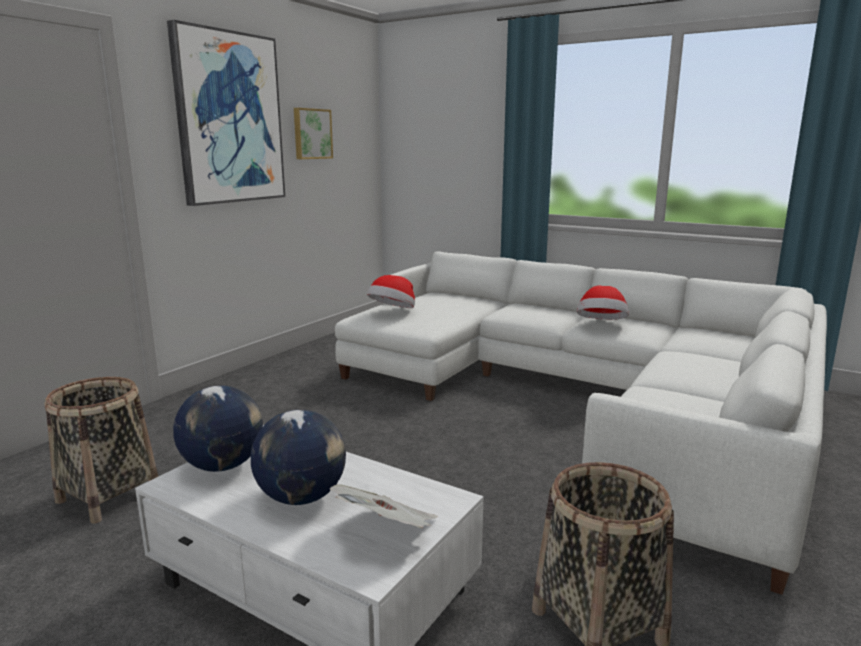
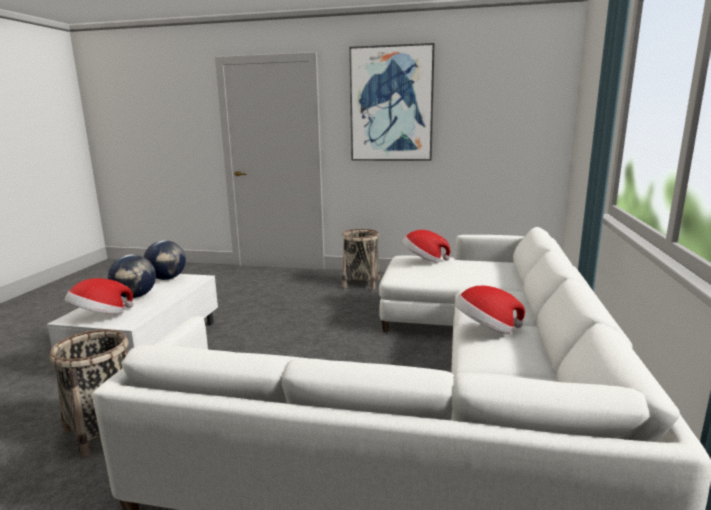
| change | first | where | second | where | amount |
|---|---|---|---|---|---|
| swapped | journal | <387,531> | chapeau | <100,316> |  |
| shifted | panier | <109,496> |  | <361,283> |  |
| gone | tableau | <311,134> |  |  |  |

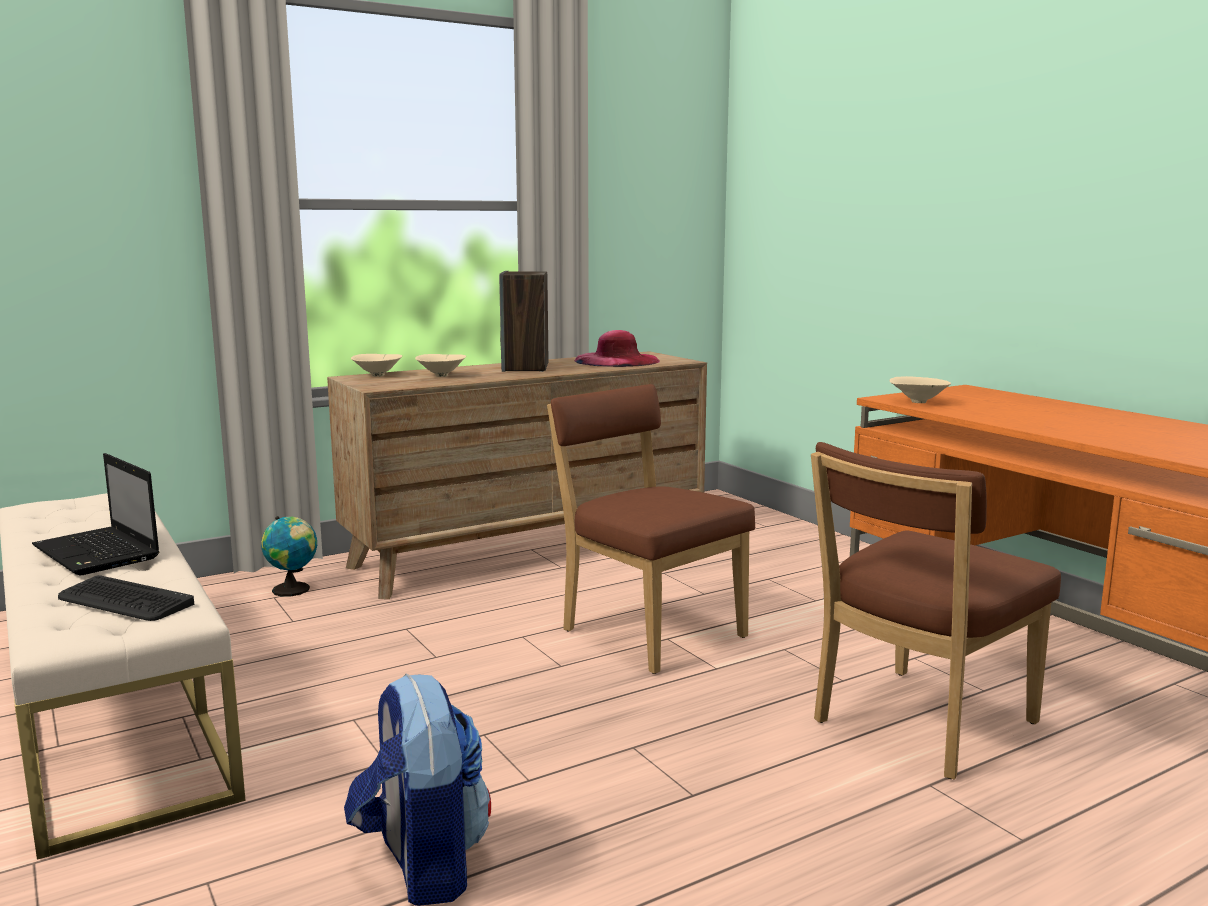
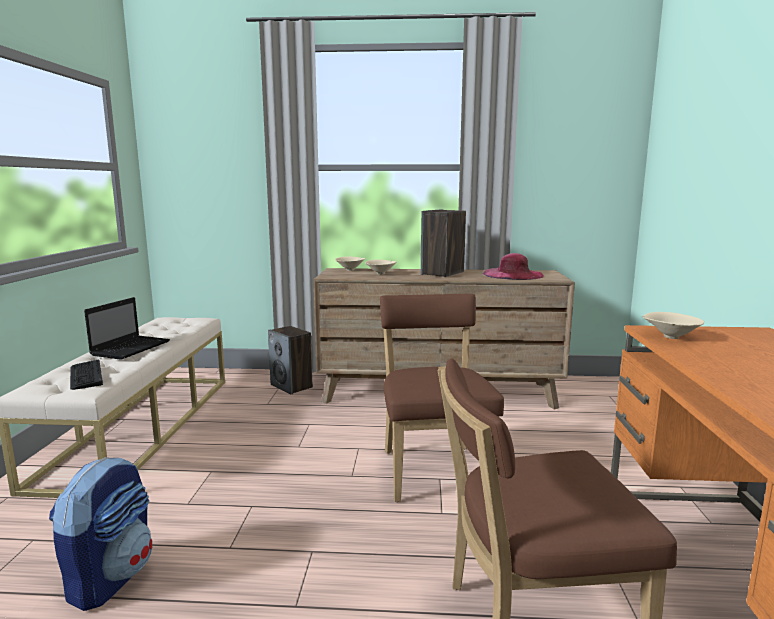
| change | first | where | second | where | amount |
|---|---|---|---|---|---|
| rotated | ordinateur portable | <99,553> |  | <131,348> | 150 degrees counterclockwise |
| swapped | globe | <293,590> | enceinte | <292,386> |  |

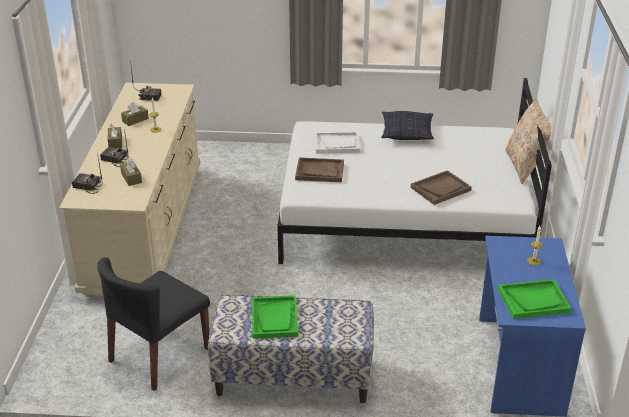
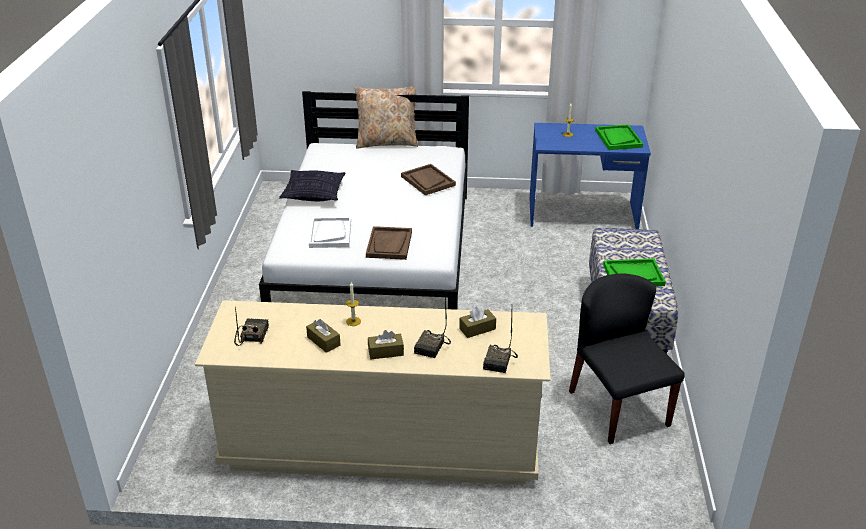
| change | first | where | second | where | amount |
|---|---|---|---|---|---|
| rotated | chaise [noir] | <159,355> |  | <618,407> | 150 degrees counterclockwise |

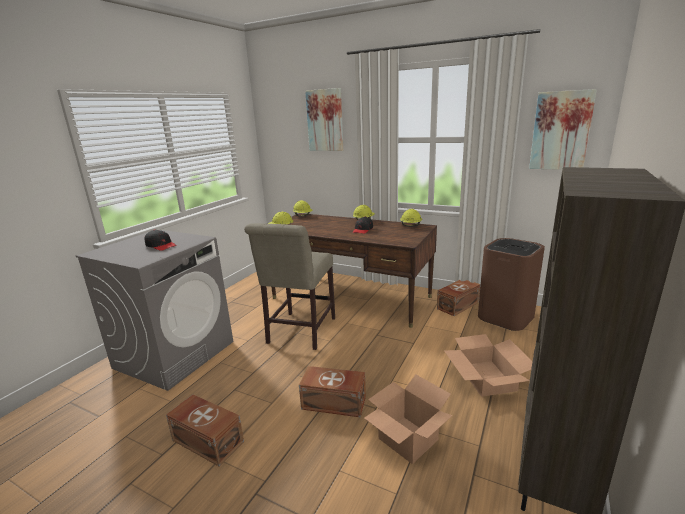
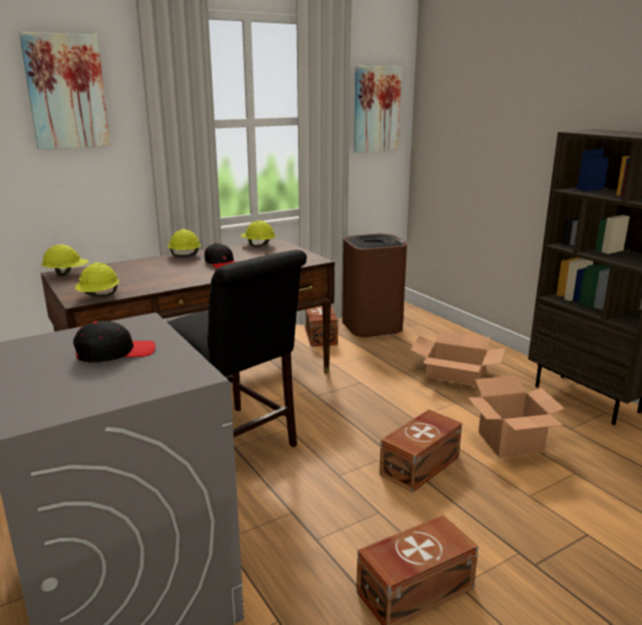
| change | first | where | second | where | amount |
|---|---|---|---|---|---|
| repainted | chaise [beige] | <299,332> | chaise [noir] | <236,444> |  |

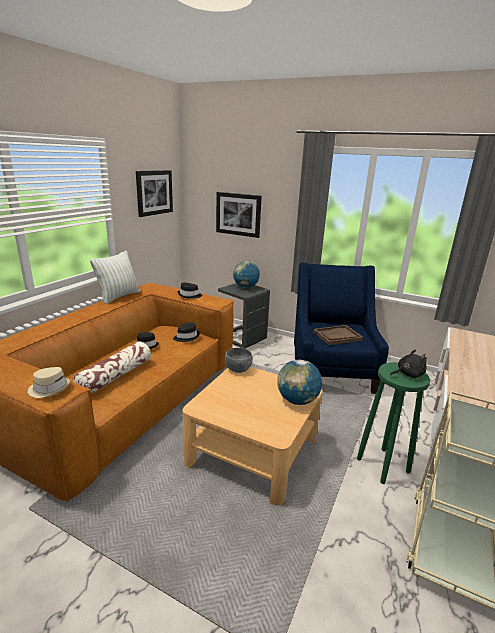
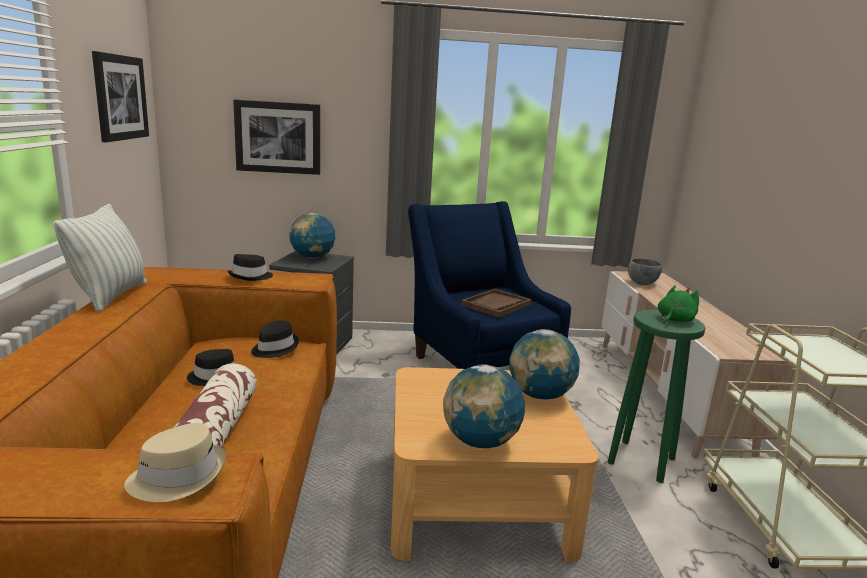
| change | first | where | second | where | amount |
|---|---|---|---|---|---|
| new |  |  | globe | <480,441> |  |
| shifted | bol [gris] | <238,369> |  | <641,283> |  |
| repainted | peluche [noir] | <408,374> | peluche [vert] | <674,320> |  |

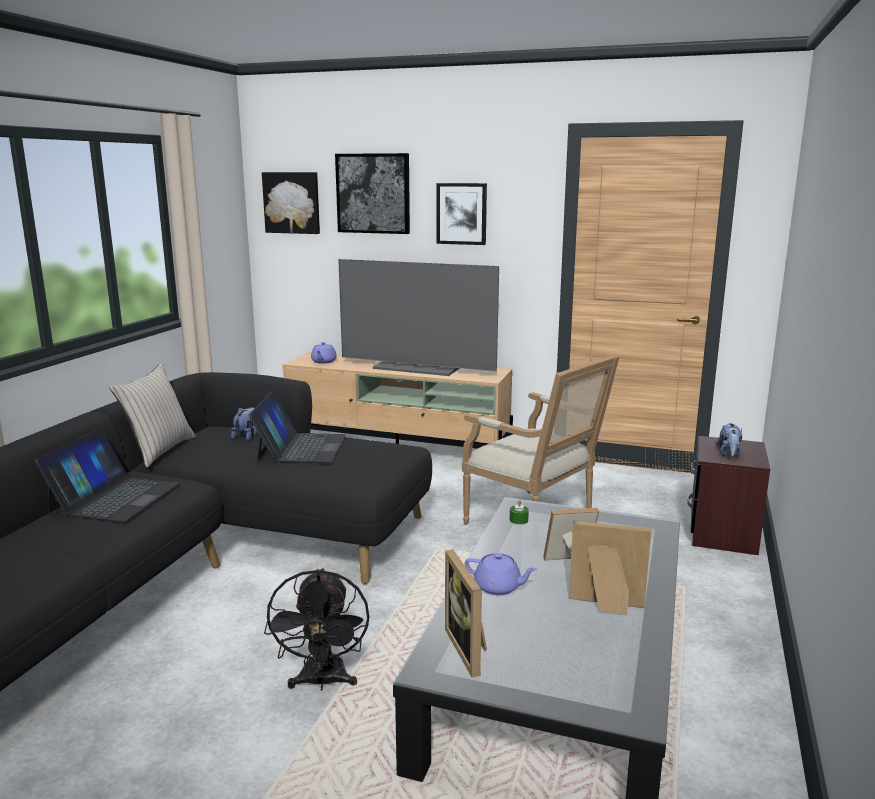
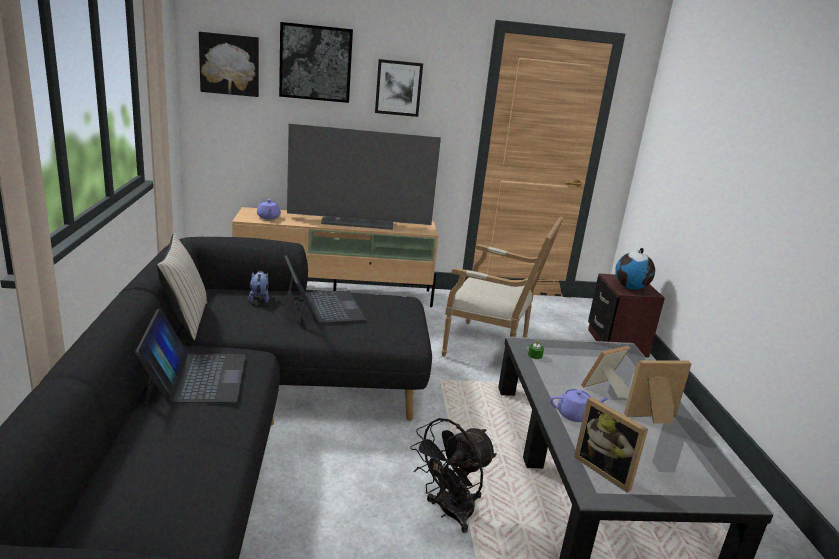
| change | first | where | second | where | amount |
|---|---|---|---|---|---|
| rotated | ventilateur [noir] | <322,682> |  | <449,513> | 75 degrees clockwise |
| swapped | peluche | <729,454> | globe | <631,288> |  |

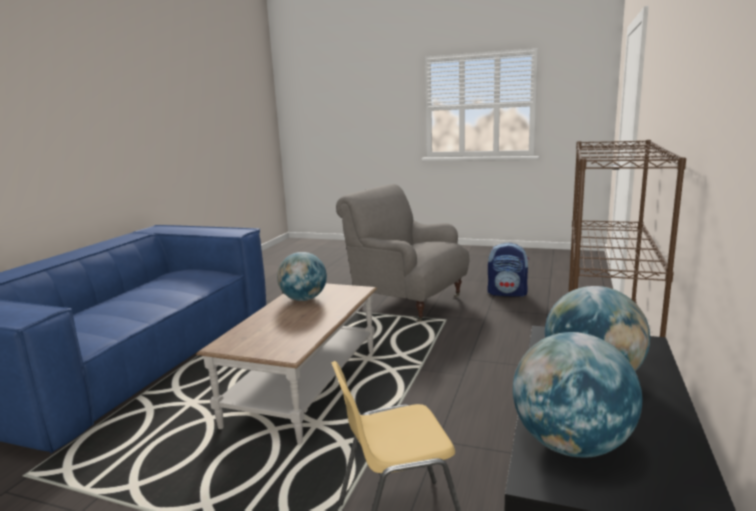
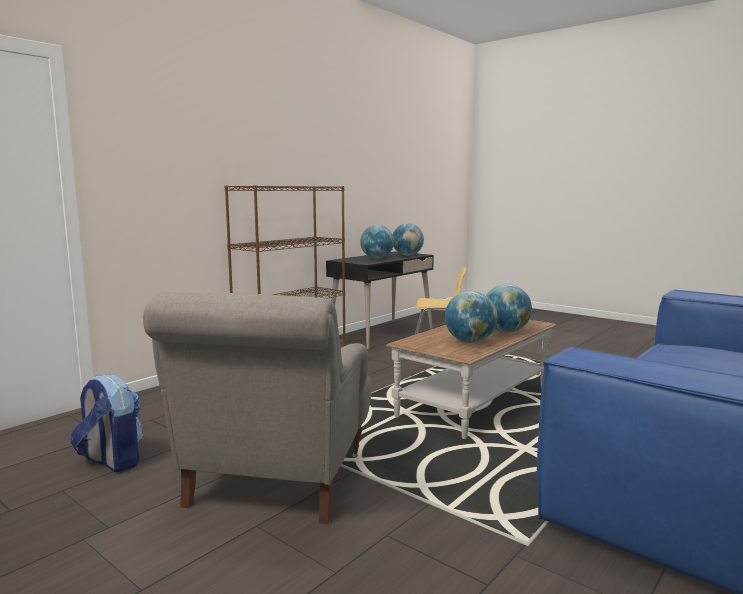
| change | first | where | second | where | amount |
|---|---|---|---|---|---|
| rotated | fauteuil [gris] | <407,302> |  | <276,481> | 45 degrees clockwise |
| new |  |  | globe | <505,331> |  |

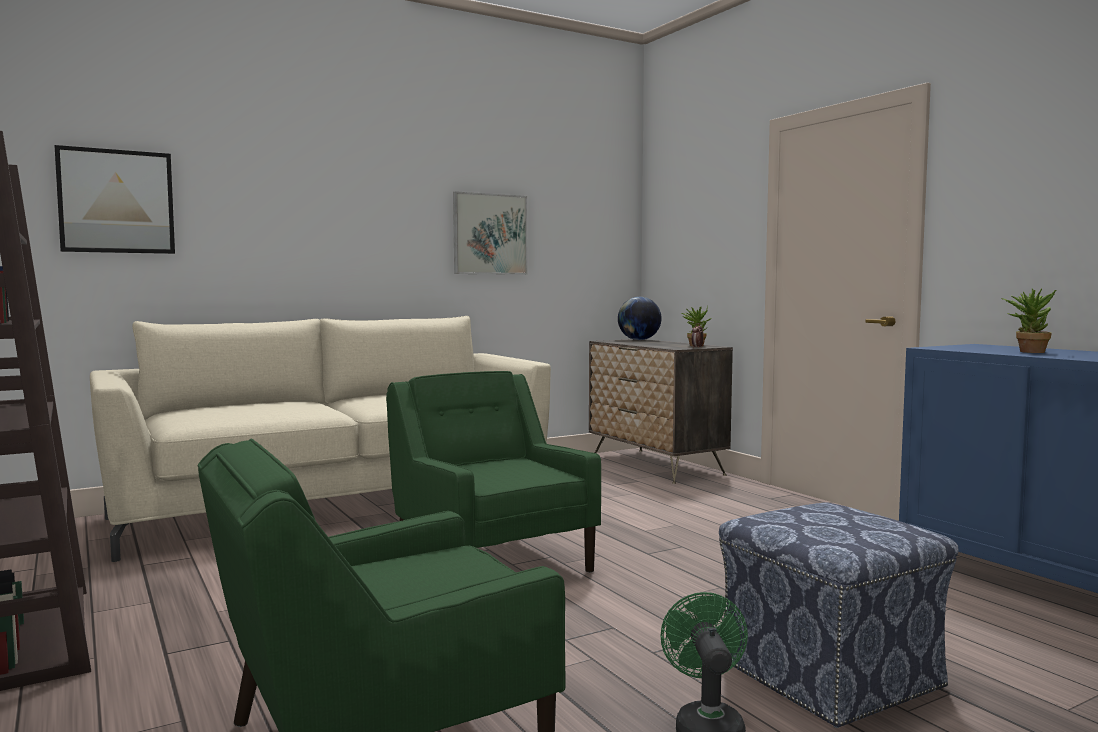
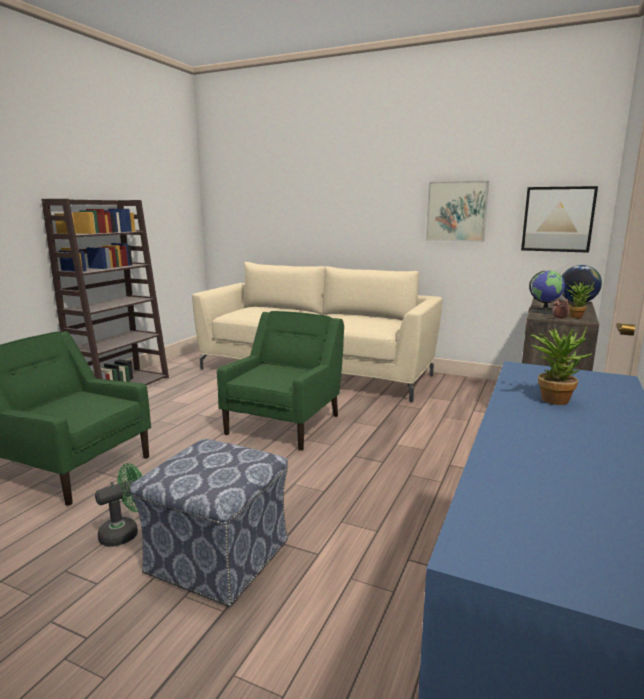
| change | first | where | second | where | amount |
|---|---|---|---|---|---|
| shifted | tableau | <116,201> |  | <558,219> |  |
| new |  |  | globe | <545,311> |  |

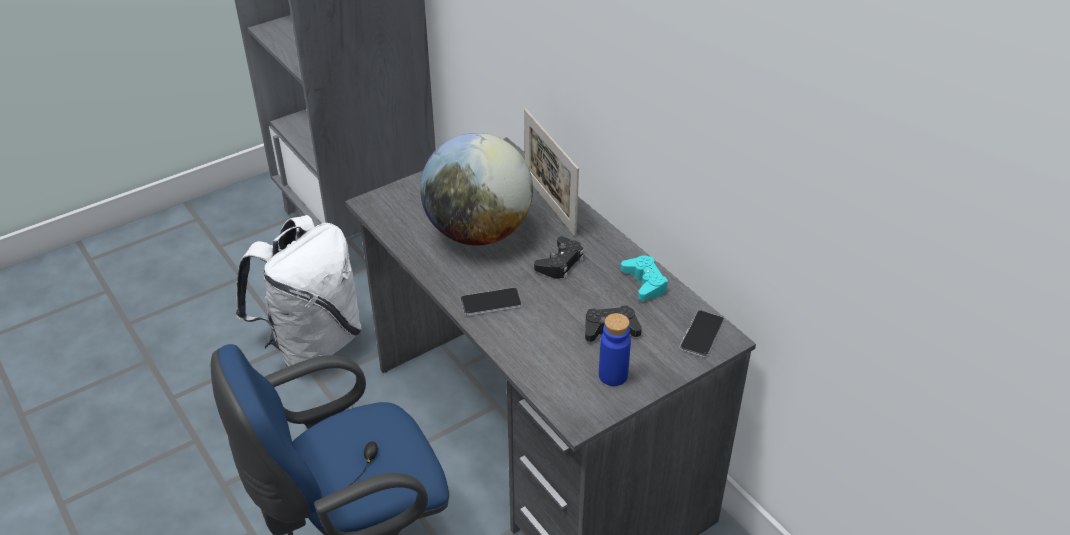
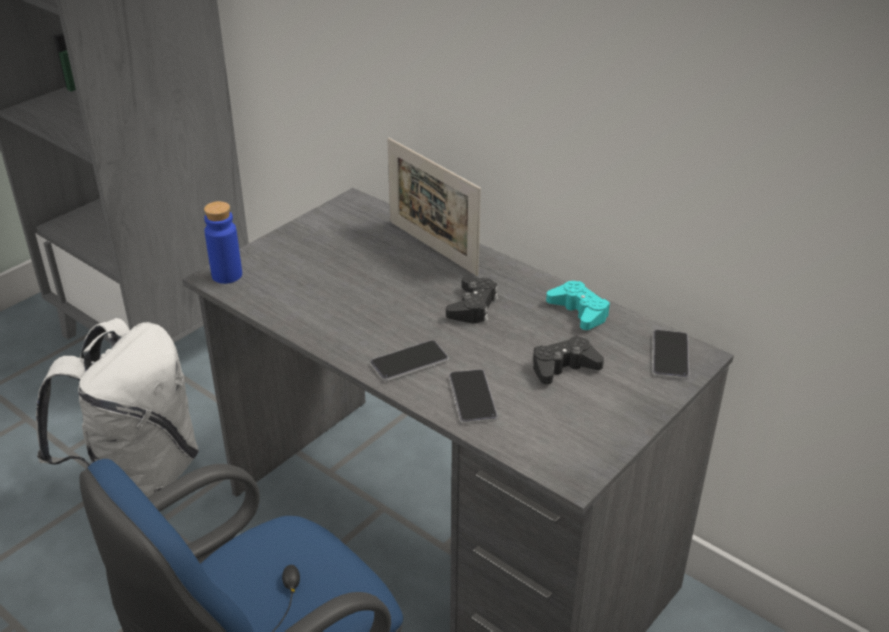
| change | first | where | second | where | amount |
|---|---|---|---|---|---|
| shifted | bouteille [bleu] | <613,375> |  | <227,275> |  |
| new |  |  | téléphone | <472,397> |  |
| gone | globe | <478,232> |  |  |  |

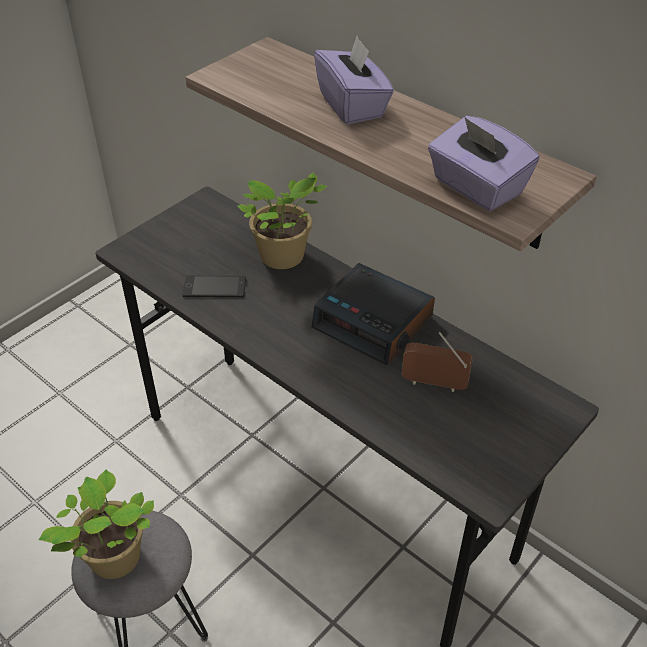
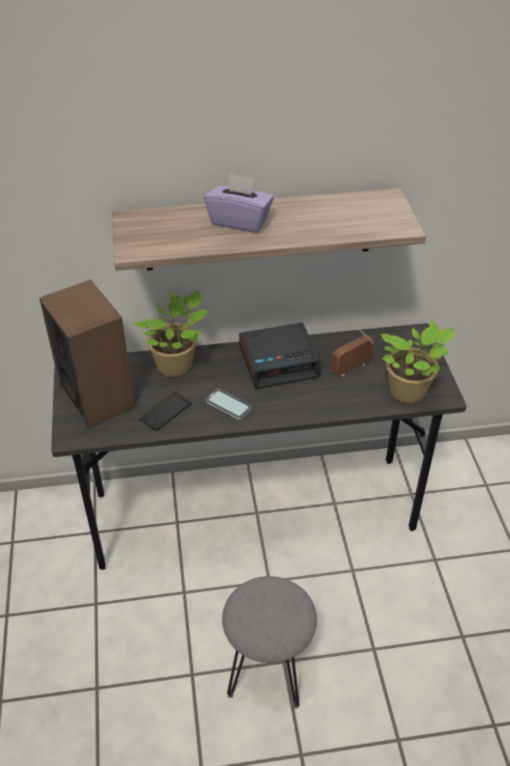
| change | first | where | second | where | amount |
|---|---|---|---|---|---|
| new |  |  | enceinte | <97,397> |  |
| new |  |  | téléphone | <228,405> |  |
| shifted | plante en pot | <113,561> |  | <409,393> |  |
| gone | boîte à mouchoirs [violet] | <476,187> |  |  |  |

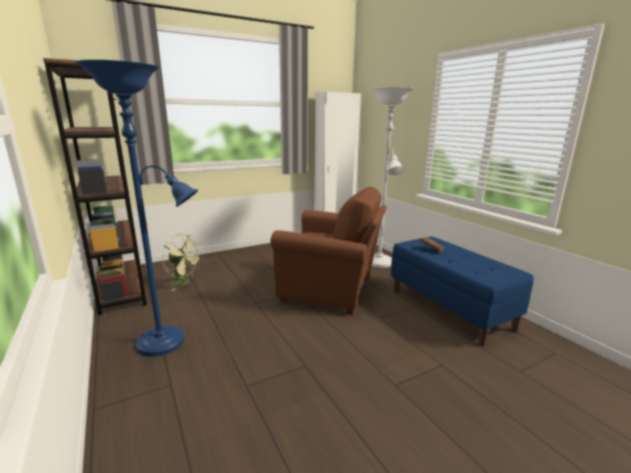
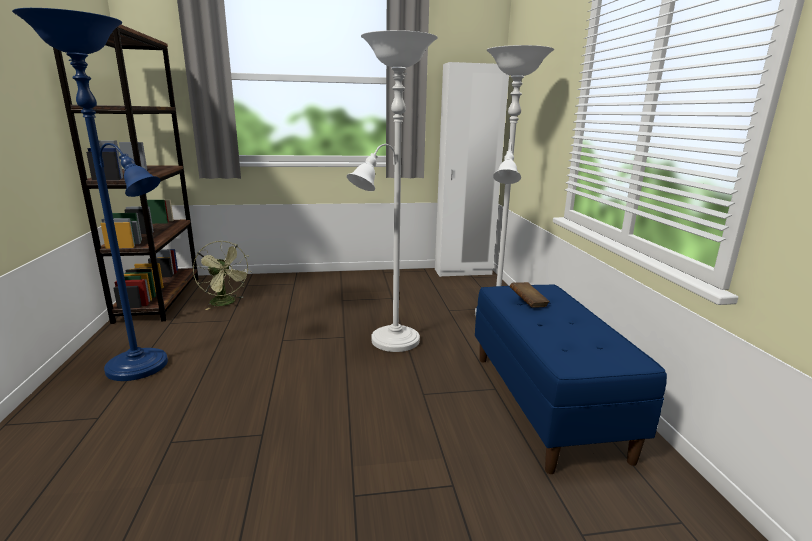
| change | first | where | second | where | amount |
|---|---|---|---|---|---|
| swapped | fauteuil [marron] | <331,290> | lampadaire [blanc] | <391,343> |  |

